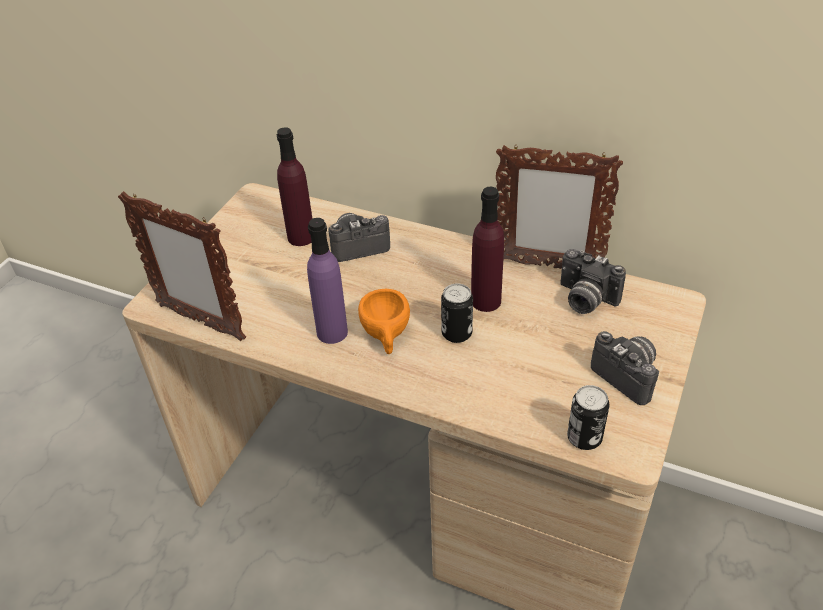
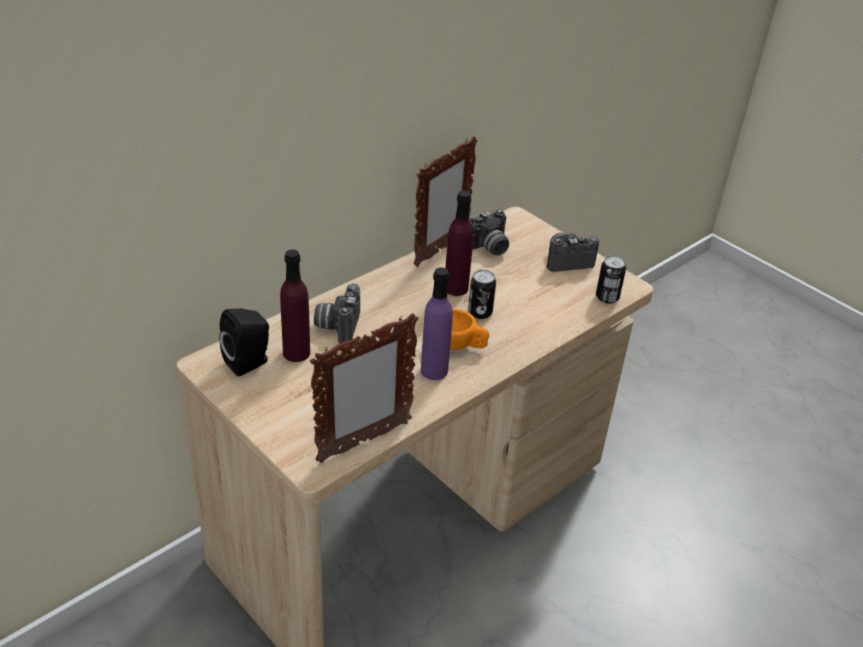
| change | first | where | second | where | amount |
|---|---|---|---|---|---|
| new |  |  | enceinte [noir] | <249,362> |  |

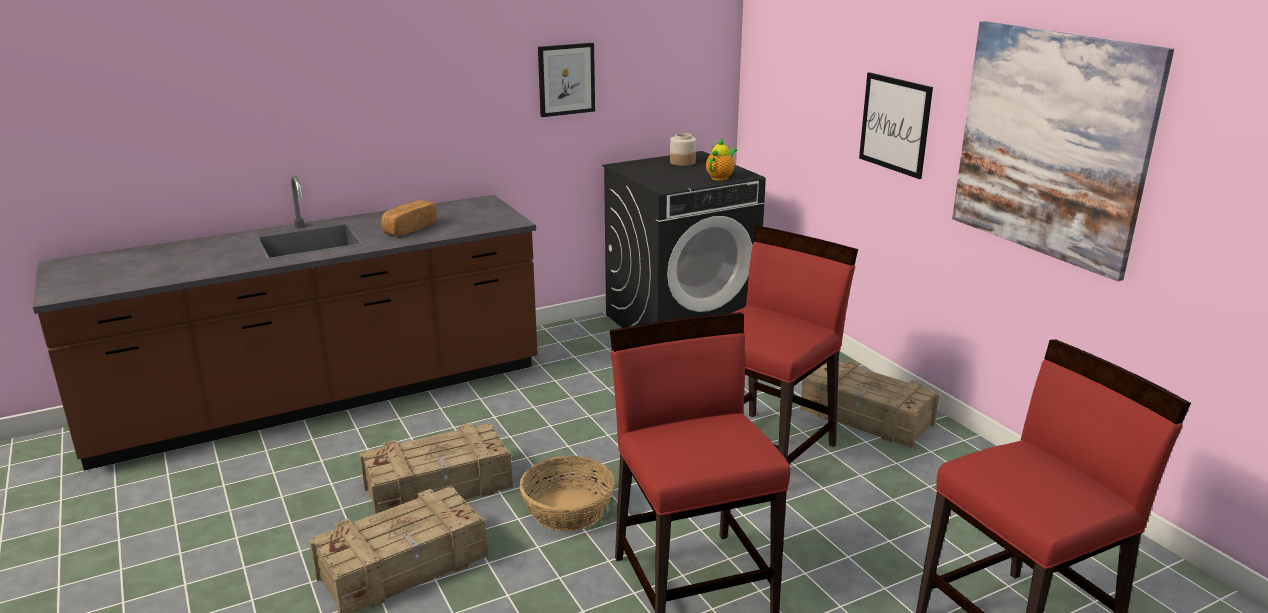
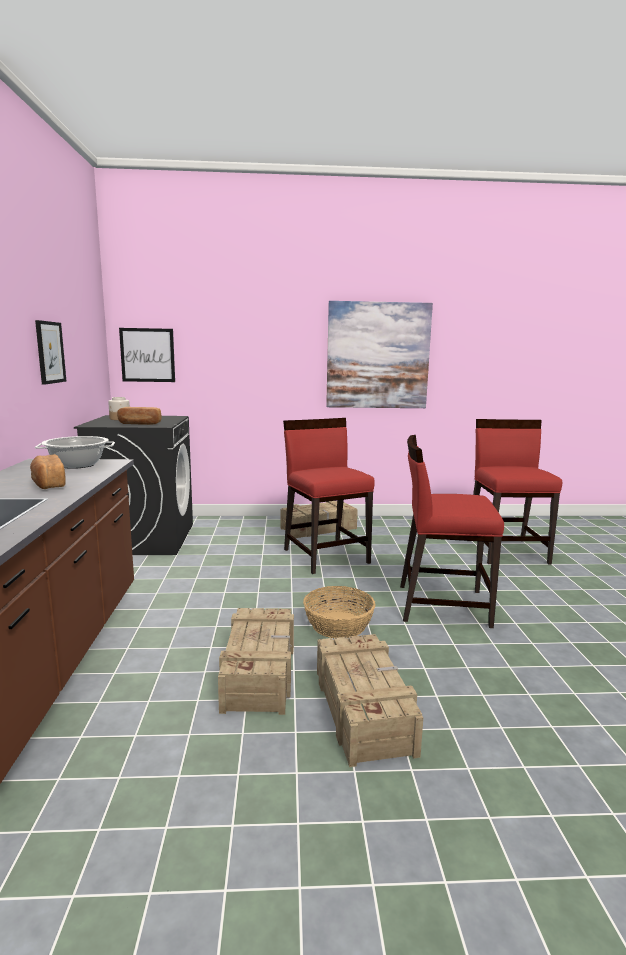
| change | first | where | second | where | amount |
|---|---|---|---|---|---|
| new |  |  | marmite | <77,465> |  |
| new |  |  | pain | <139,424> |  |
| shifted | tableau | <895,124> |  | <147,355> |  |
| gone | théière | <721,177> |  |  |  |

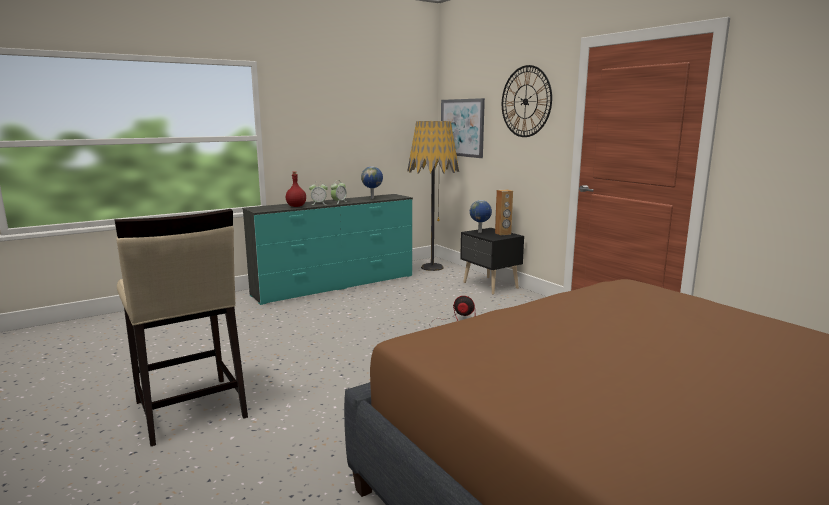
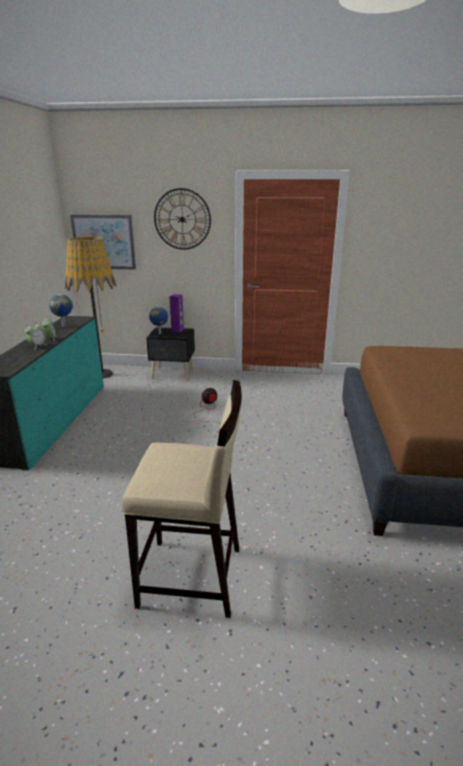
| change | first | where | second | where | amount |
|---|---|---|---|---|---|
| repainted | enceinte [marron] | <503,234> | enceinte [violet] | <177,330> |  |
| gone | bouteille [rouge] | <296,206> |  |  |  |

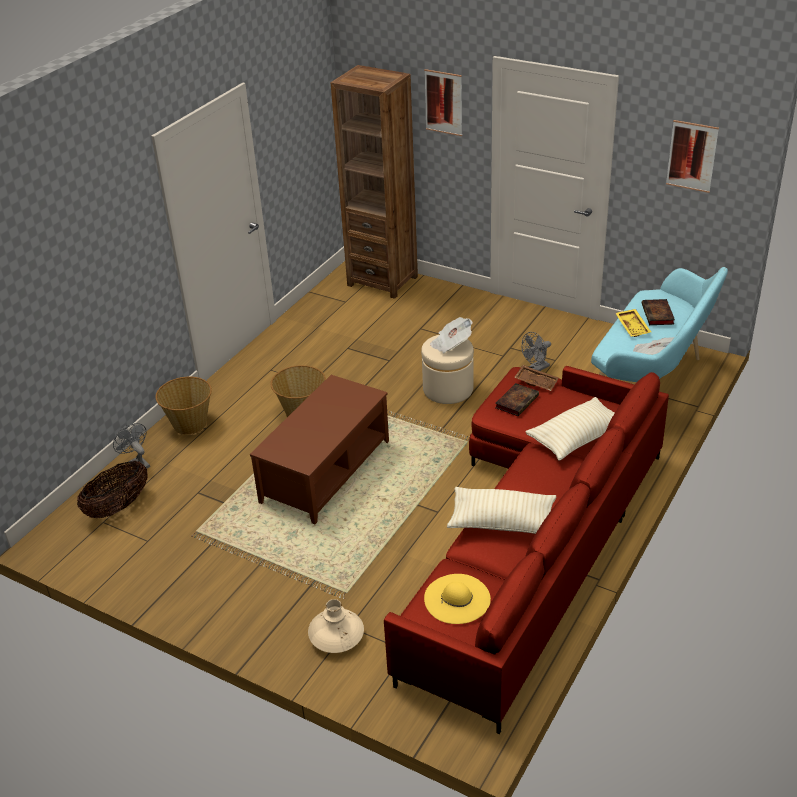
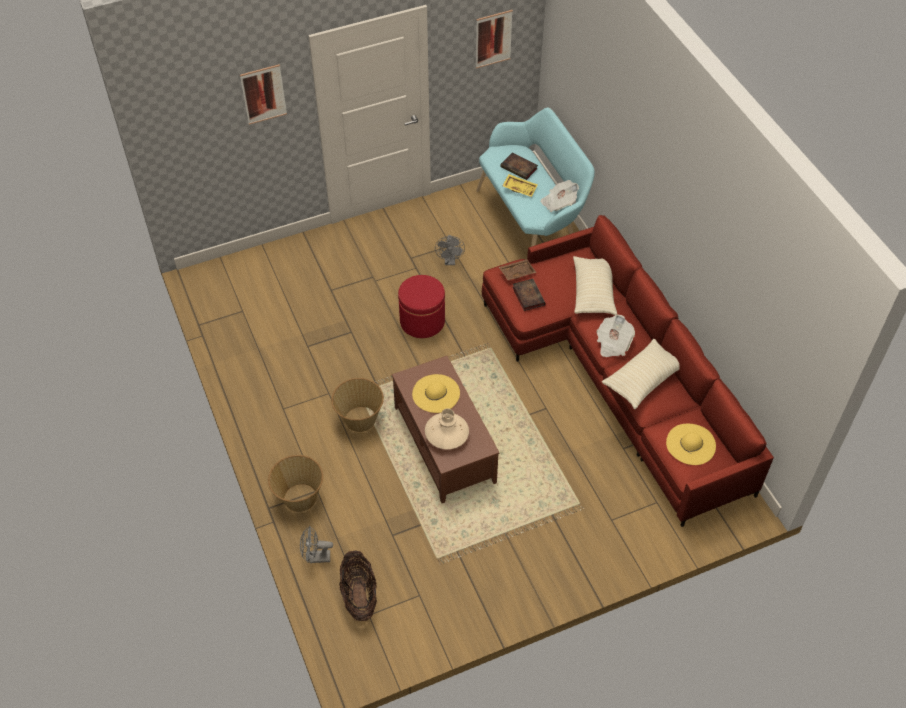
| change | first | where | second | where | amount |
|---|---|---|---|---|---|
| repainted | pouf [beige] | <448,389> | pouf [rouge] | <422,321> |  |
| new |  |  | chapeau [jaune] | <436,393> |  |
| shifted | vase [beige] | <336,637> |  | <446,435> |  |
| shifted | journal | <451,344> |  | <613,343> |  |
| gone | bibliothèque [marron] | <382,281> |  |  |  |

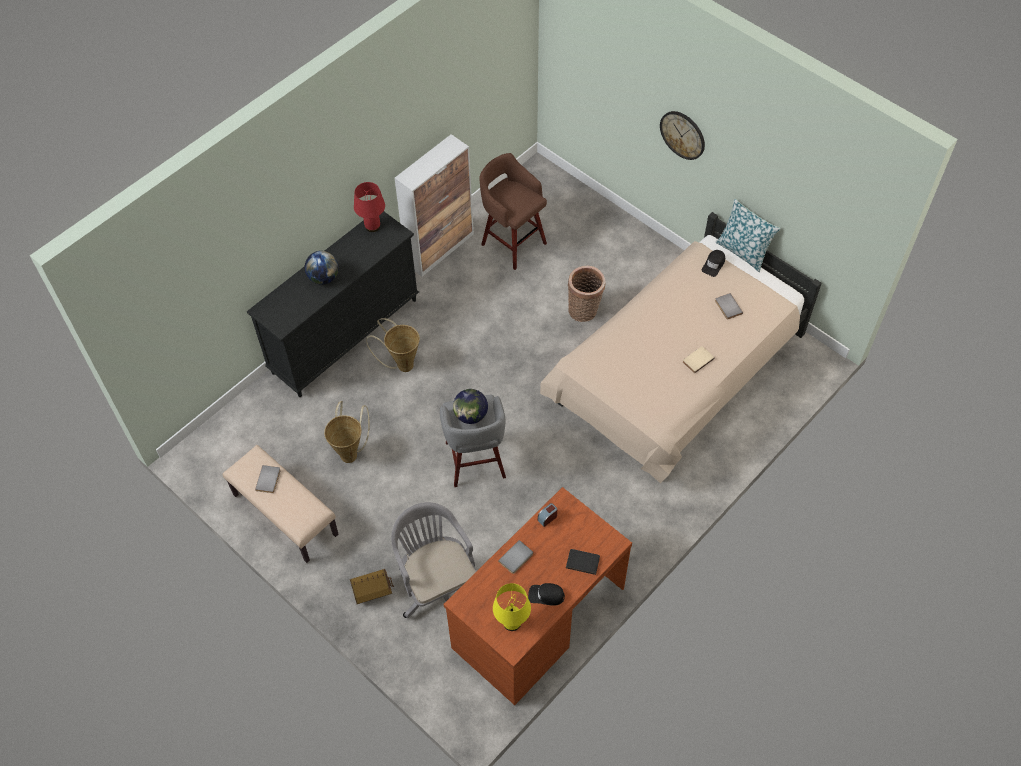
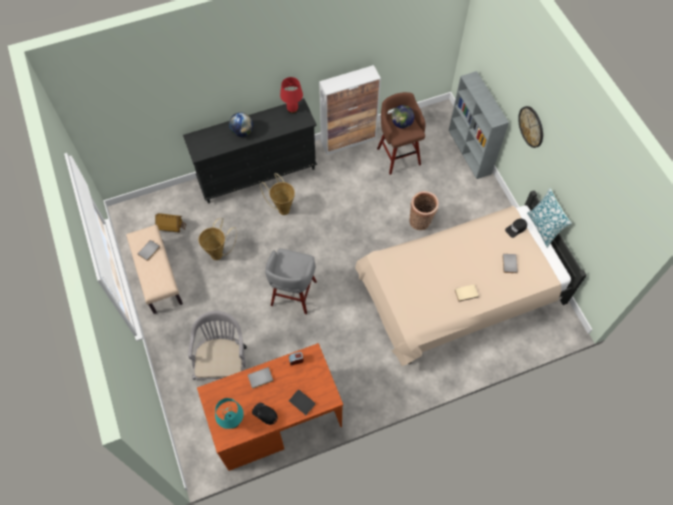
| change | first | where | second | where | amount |
|---|---|---|---|---|---|
| shifted | maison miniature | <372,592> |  | <171,227> |  |
| repainted | lampe de table [jaune] | <511,623> | lampe de table [turquoise] | <232,422> |  |
| shifted | globe | <471,415> |  | <402,124> |  |
| new |  |  | bibliothèque [gris] | <470,152> |  |

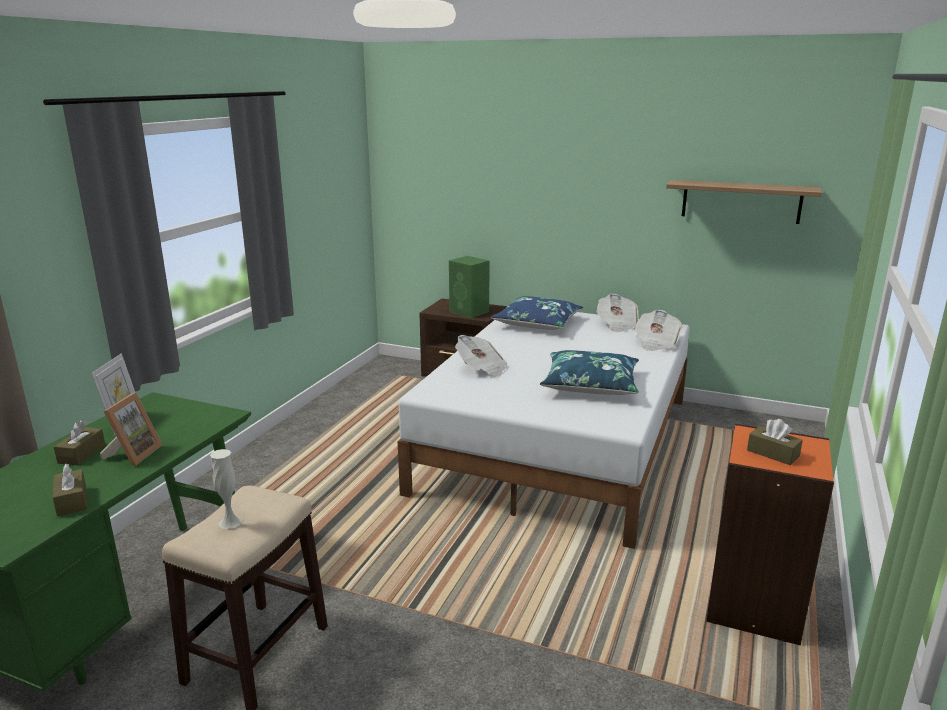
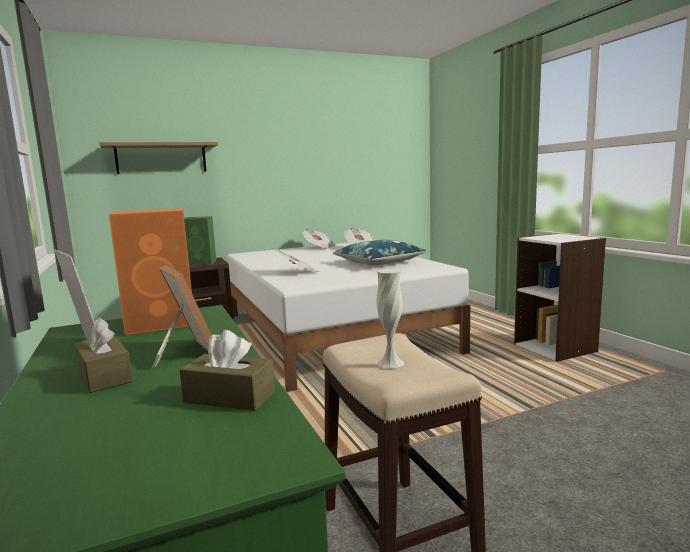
| change | first | where | second | where | amount |
|---|---|---|---|---|---|
| shifted | étagère | <741,201> |  | <161,158> |  |
| new |  |  | enceinte [orange] | <163,322> |  |
| repainted | bibliothèque [orange] | <755,606> | bibliothèque [blanc] | <555,348> |  |
| gone | coussin [bleu] | <537,323> |  |  |  |
| gone | boîte à mouchoirs [marron] | <773,453> |  |  |  |

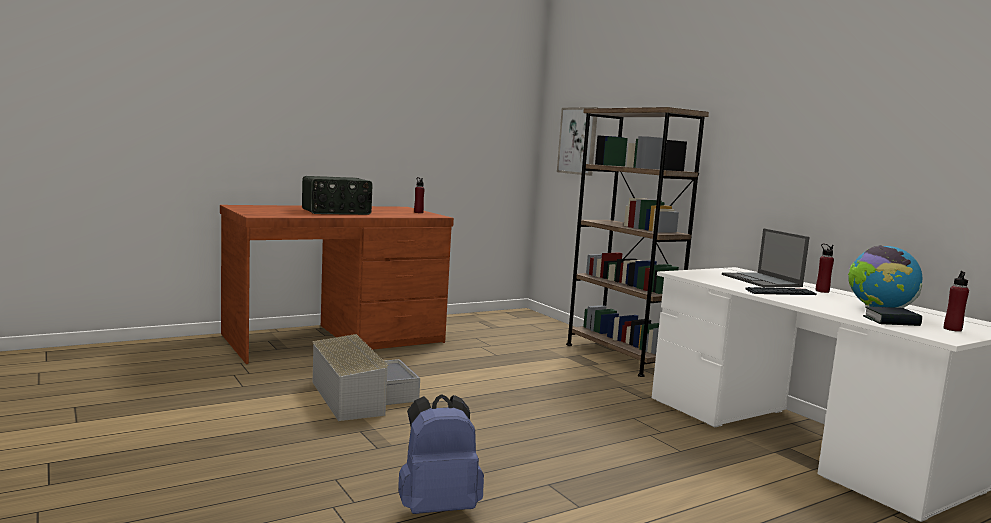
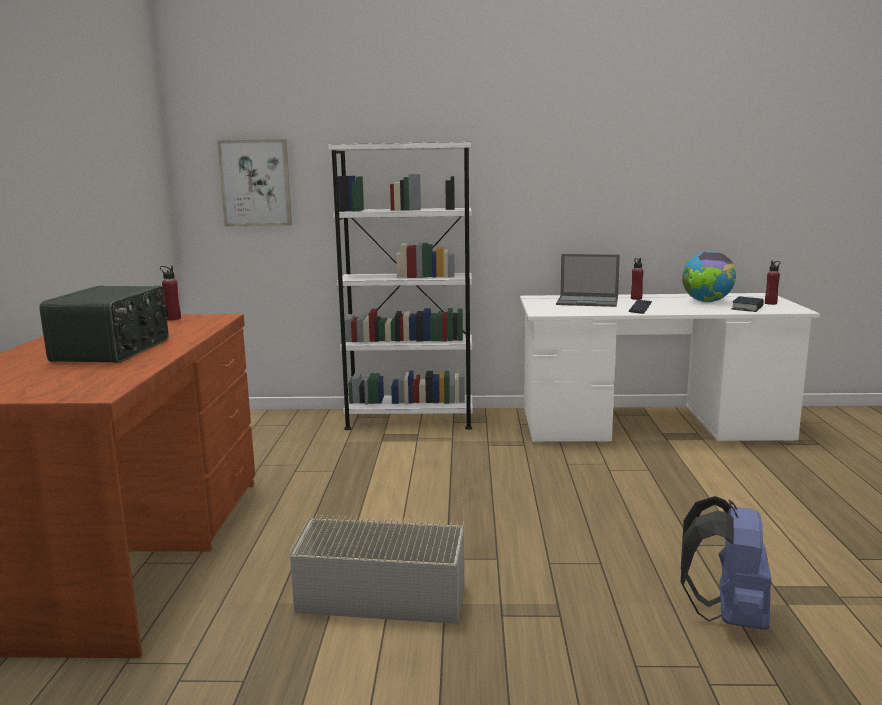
| change | first | where | second | where | amount |
|---|---|---|---|---|---|
| repainted | bibliothèque [marron] | <619,357> | bibliothèque [blanc] | <409,420> |  |

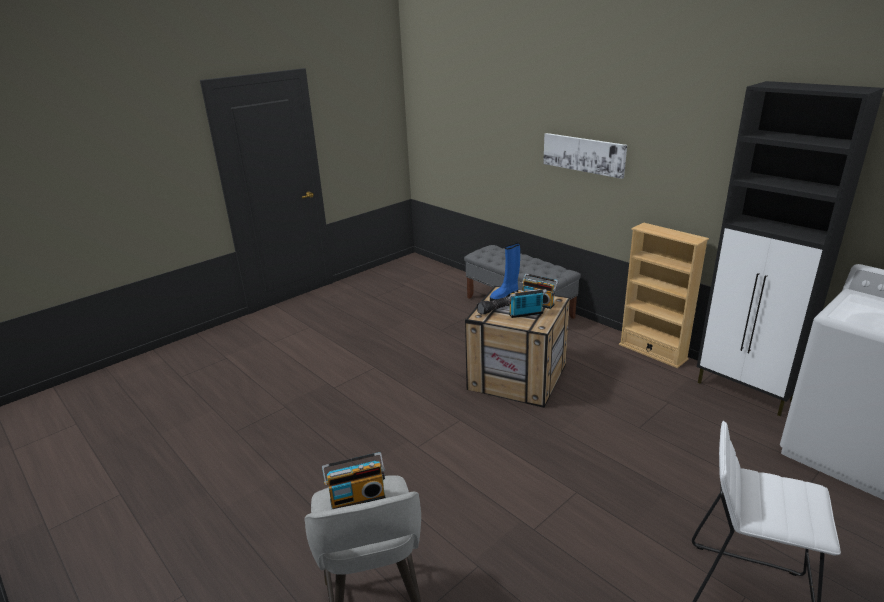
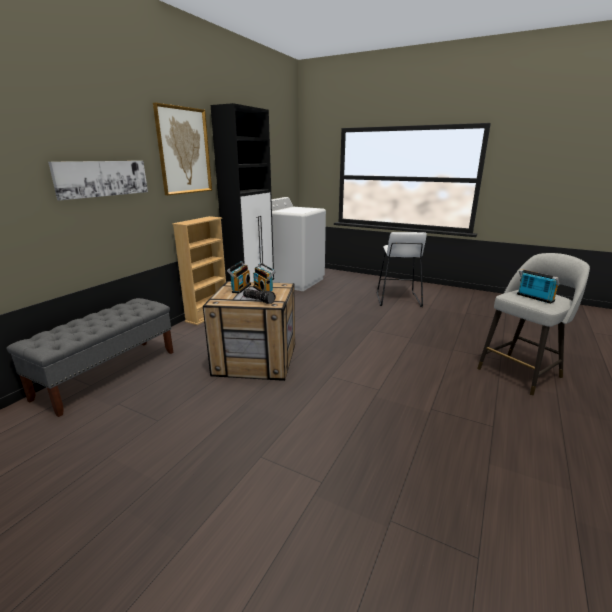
| change | first | where | second | where | amount |
|---|---|---|---|---|---|
| new |  |  | tableau | <184,151> |  |
| gone | botte [bleu] | <505,296> |  |  |  |

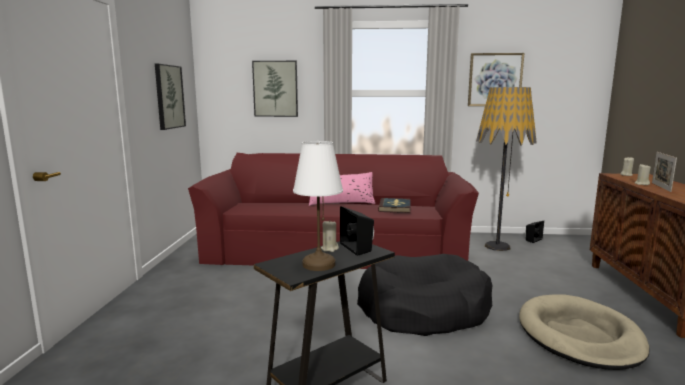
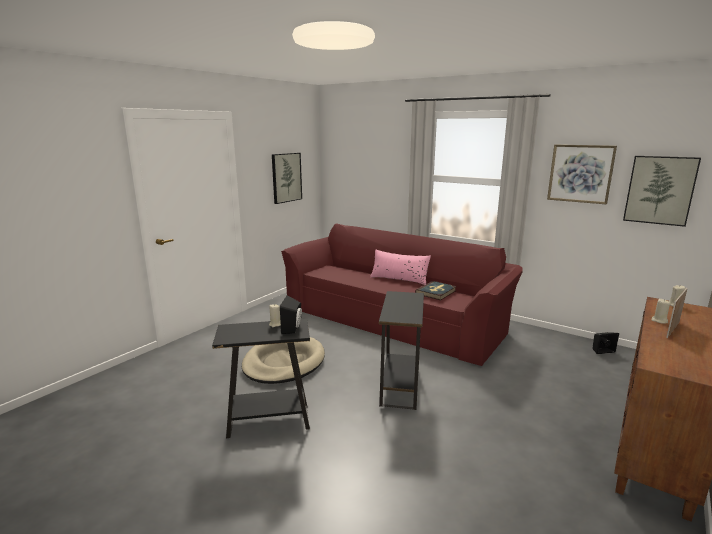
| change | first | where | second | where | amount |
|---|---|---|---|---|---|
| shifted | panier pour chien [beige] | <579,335> |  | <284,363> |  |
| swapped | panier pour chien [noir] | <422,309> | table d'appoint [noir] | <400,387> |  |
| shifted | tableau | <275,89> |  | <660,190> |  |
| gone | lampe de table [blanc] | <318,264> |  |  |  |
| gone | lampadaire | <497,246> |  |  |  |

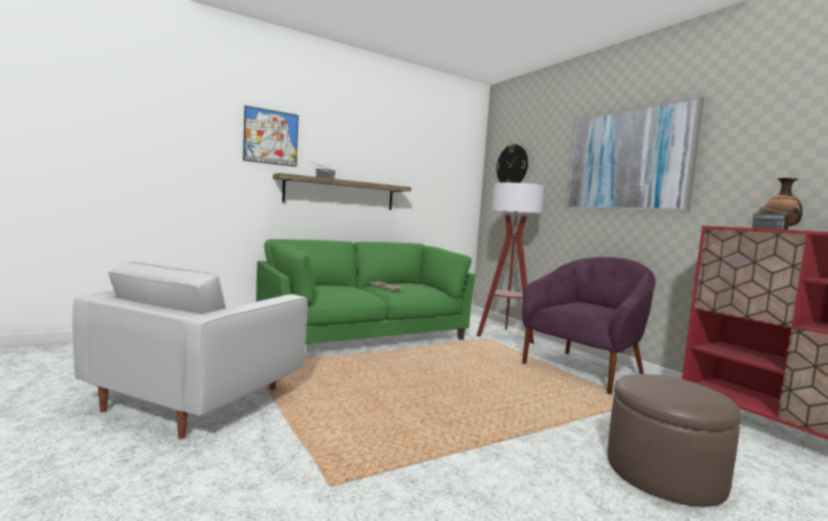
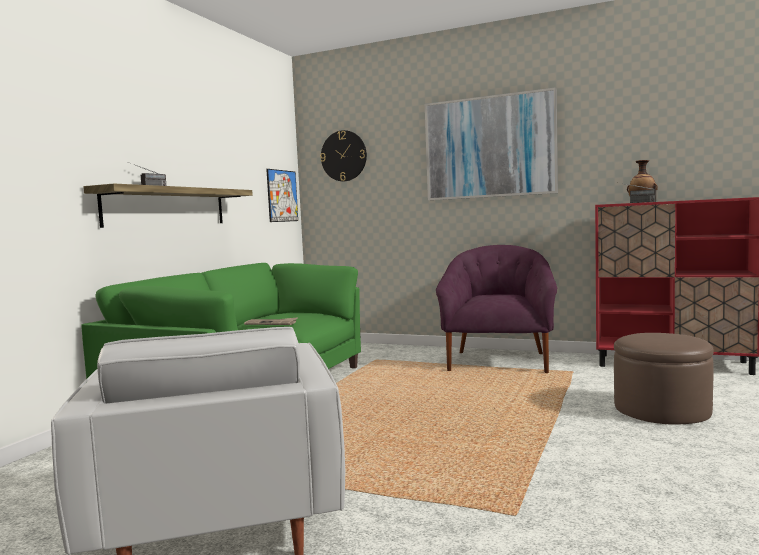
| change | first | where | second | where | amount |
|---|---|---|---|---|---|
| shifted | tableau | <271,137> |  | <282,196> |  |
| gone | lampadaire | <505,335> |  |  |  |

